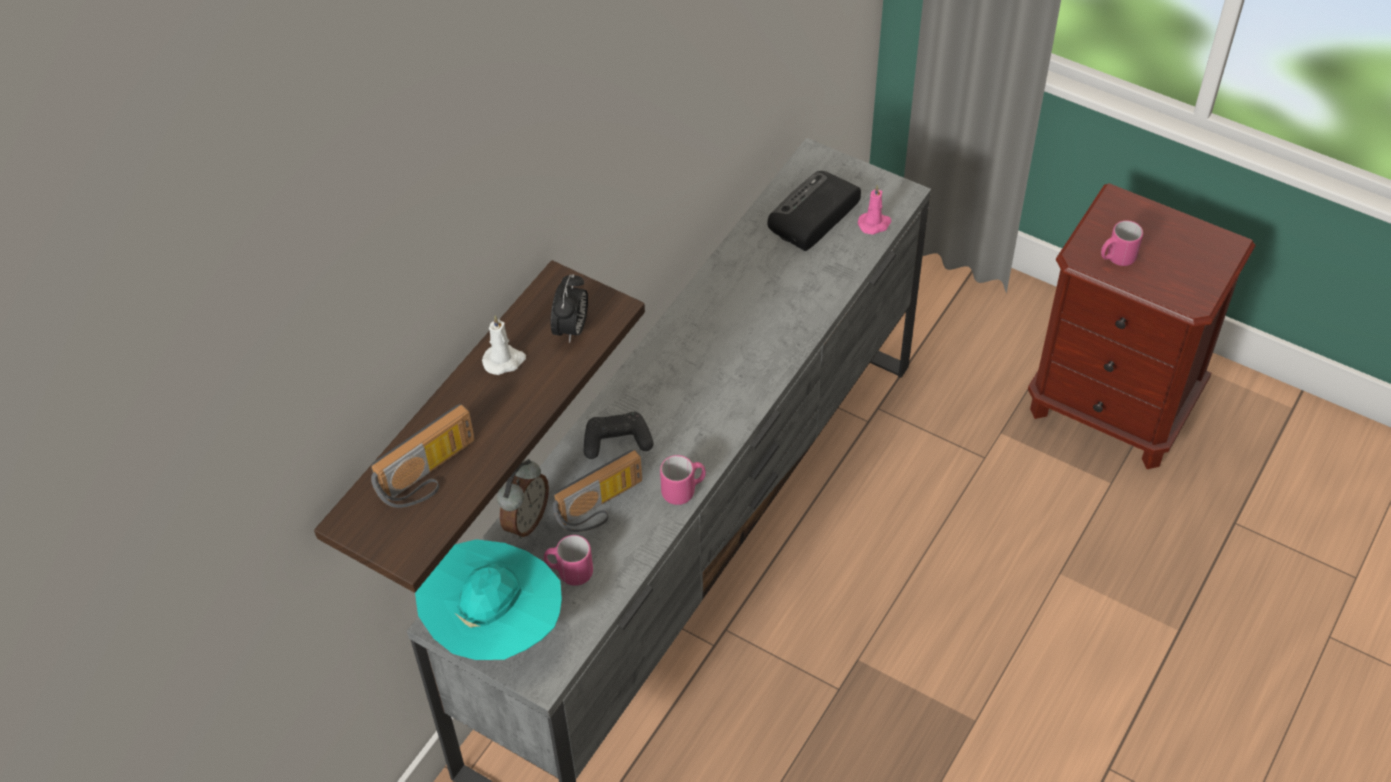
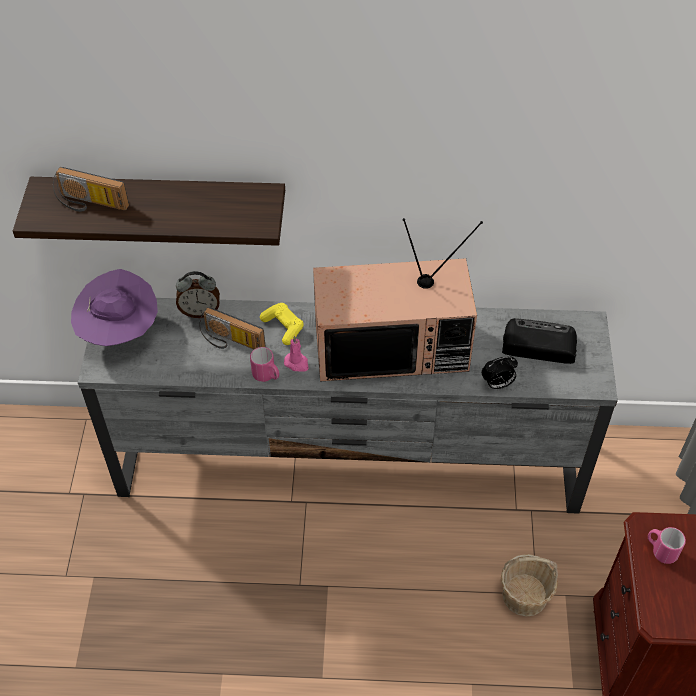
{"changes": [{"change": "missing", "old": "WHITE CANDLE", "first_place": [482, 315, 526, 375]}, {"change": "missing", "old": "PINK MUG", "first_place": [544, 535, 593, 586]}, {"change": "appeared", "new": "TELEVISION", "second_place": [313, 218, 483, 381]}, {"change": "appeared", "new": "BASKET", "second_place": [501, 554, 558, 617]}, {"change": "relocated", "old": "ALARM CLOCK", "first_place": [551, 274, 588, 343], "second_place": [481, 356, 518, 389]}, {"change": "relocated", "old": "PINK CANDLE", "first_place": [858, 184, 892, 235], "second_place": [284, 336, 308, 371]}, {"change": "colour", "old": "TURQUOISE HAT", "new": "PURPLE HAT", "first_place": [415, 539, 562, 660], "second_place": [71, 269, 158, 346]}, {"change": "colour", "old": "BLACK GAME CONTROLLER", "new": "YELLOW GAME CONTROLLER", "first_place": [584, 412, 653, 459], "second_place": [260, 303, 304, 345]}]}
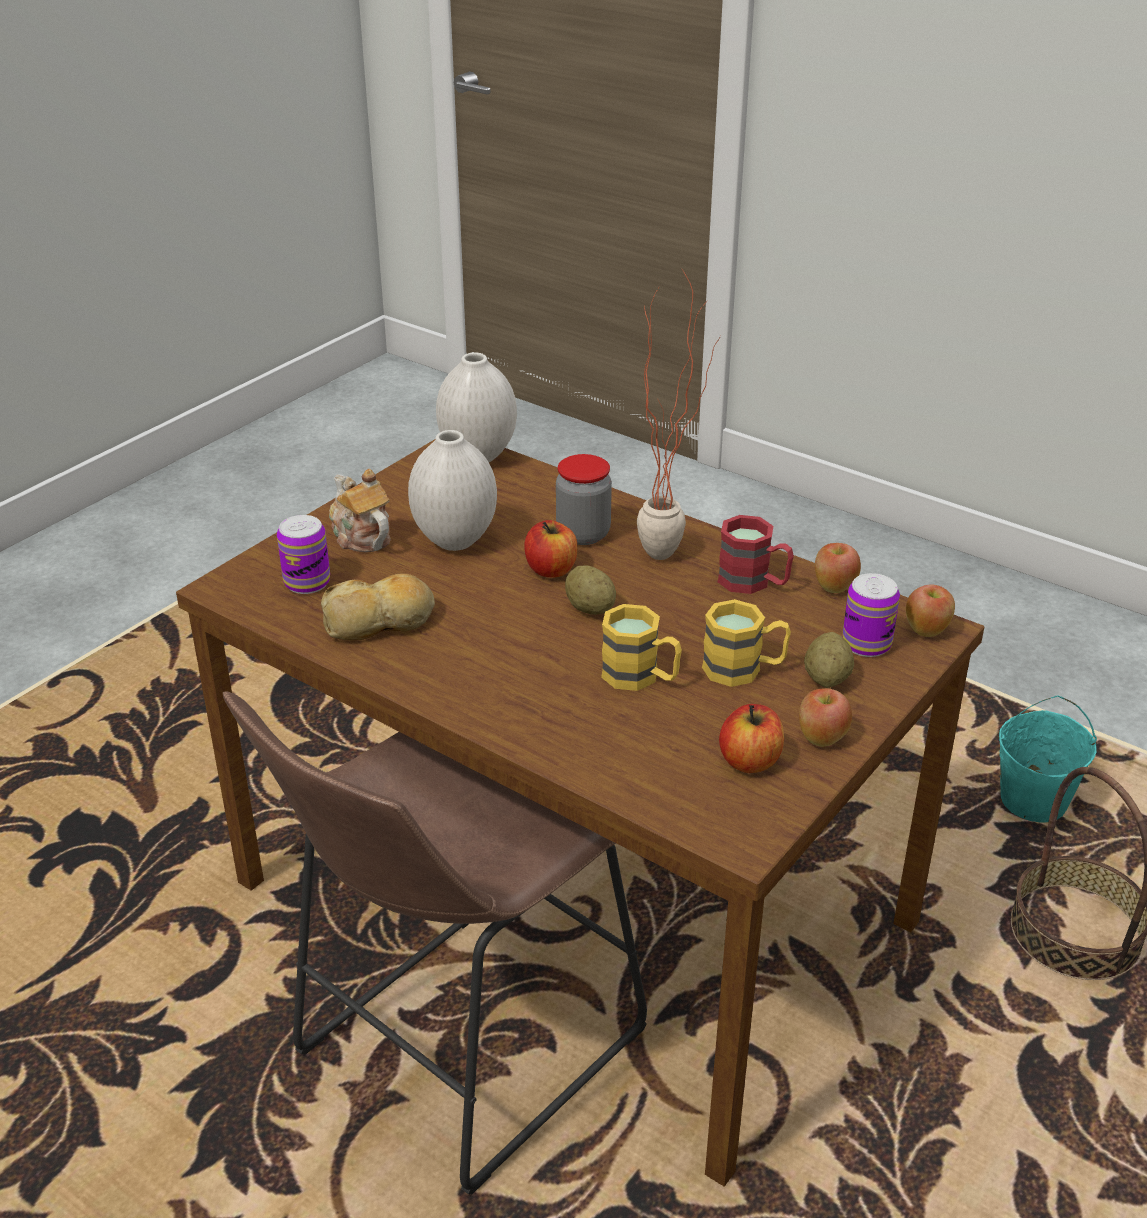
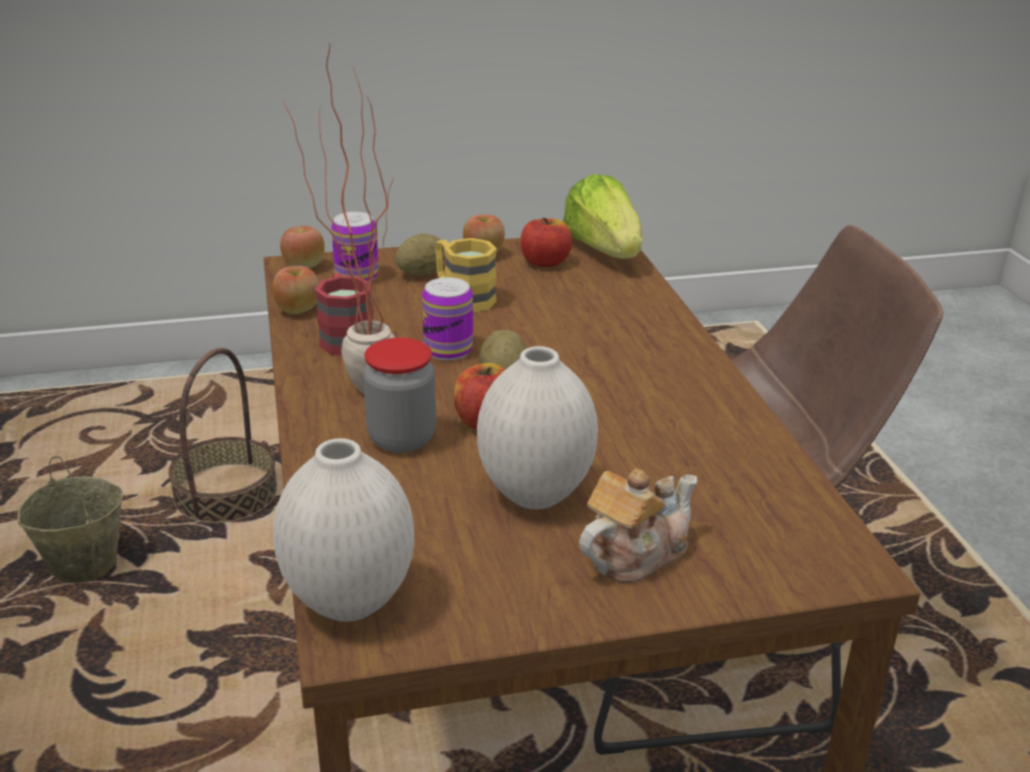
{"changes": [{"change": "missing", "old": "BREAD", "first_place": [321, 574, 435, 641]}, {"change": "missing", "old": "YELLOW MUG", "first_place": [601, 604, 682, 691]}, {"change": "appeared", "new": "LETTUCE", "second_place": [563, 174, 642, 259]}, {"change": "relocated", "old": "CAN", "first_place": [277, 515, 330, 594], "second_place": [422, 277, 473, 360]}, {"change": "colour", "old": "TURQUOISE BUCKET", "new": "BEIGE BUCKET", "first_place": [999, 695, 1097, 822], "second_place": [18, 456, 124, 583]}, {"change": "spun", "old": "TEAPOT", "first_place": [329, 469, 391, 552], "second_place": [579, 469, 698, 583], "degrees": -135}]}
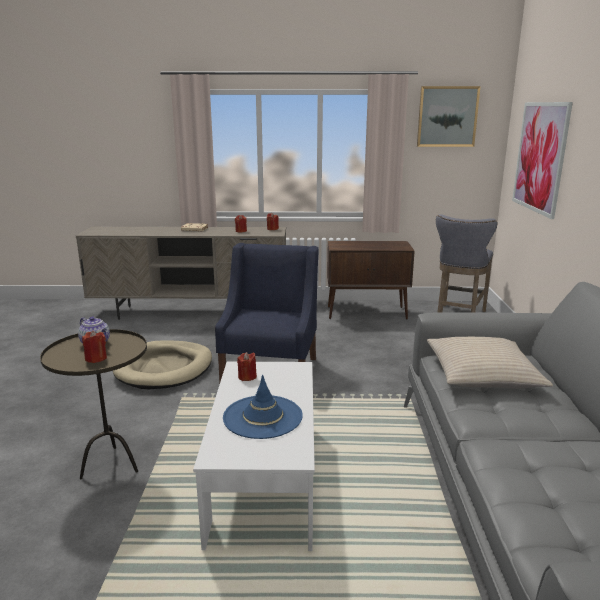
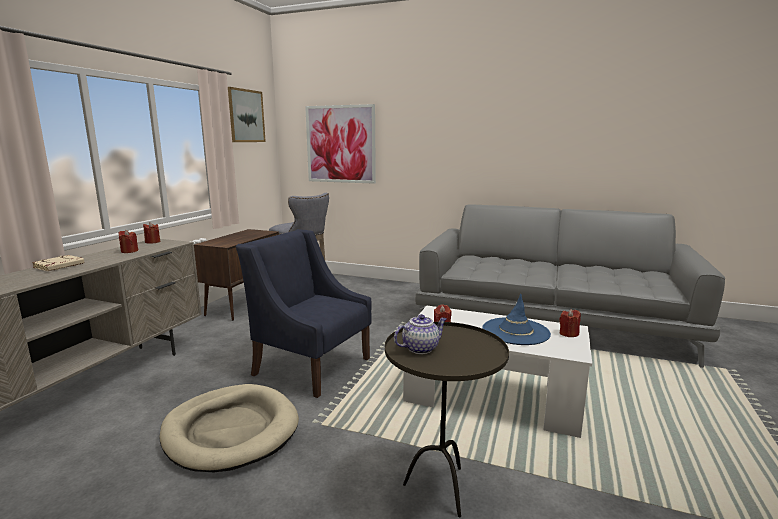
{"changes": [{"change": "missing", "old": "BEIGE PILLOW", "first_place": [427, 337, 553, 389]}, {"change": "relocated", "old": "RED CANDLE", "first_place": [82, 330, 107, 363], "second_place": [559, 309, 581, 337]}]}
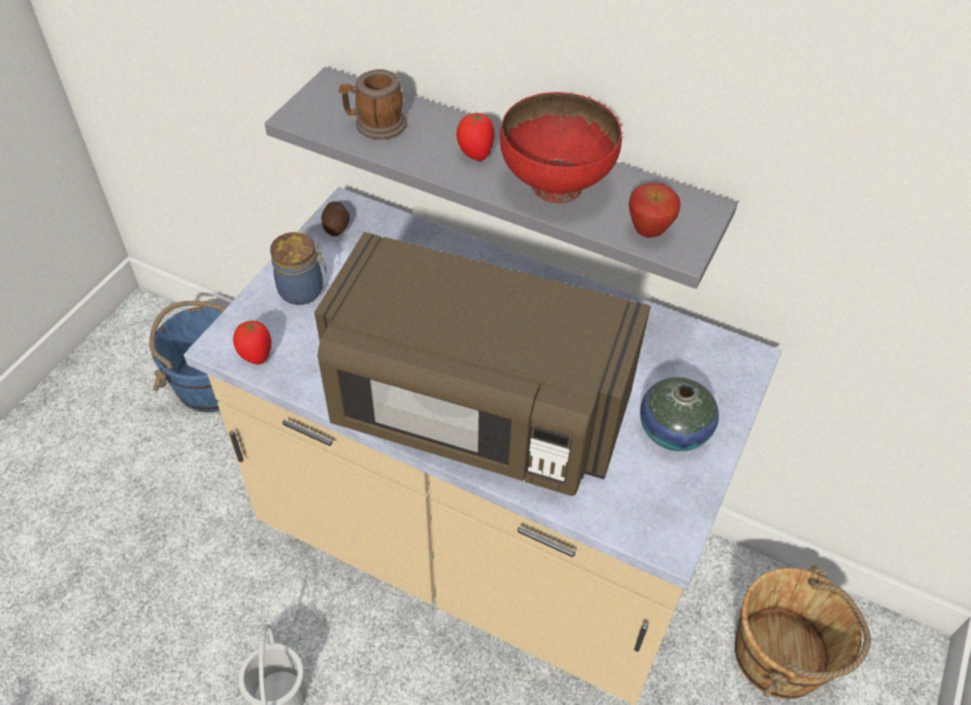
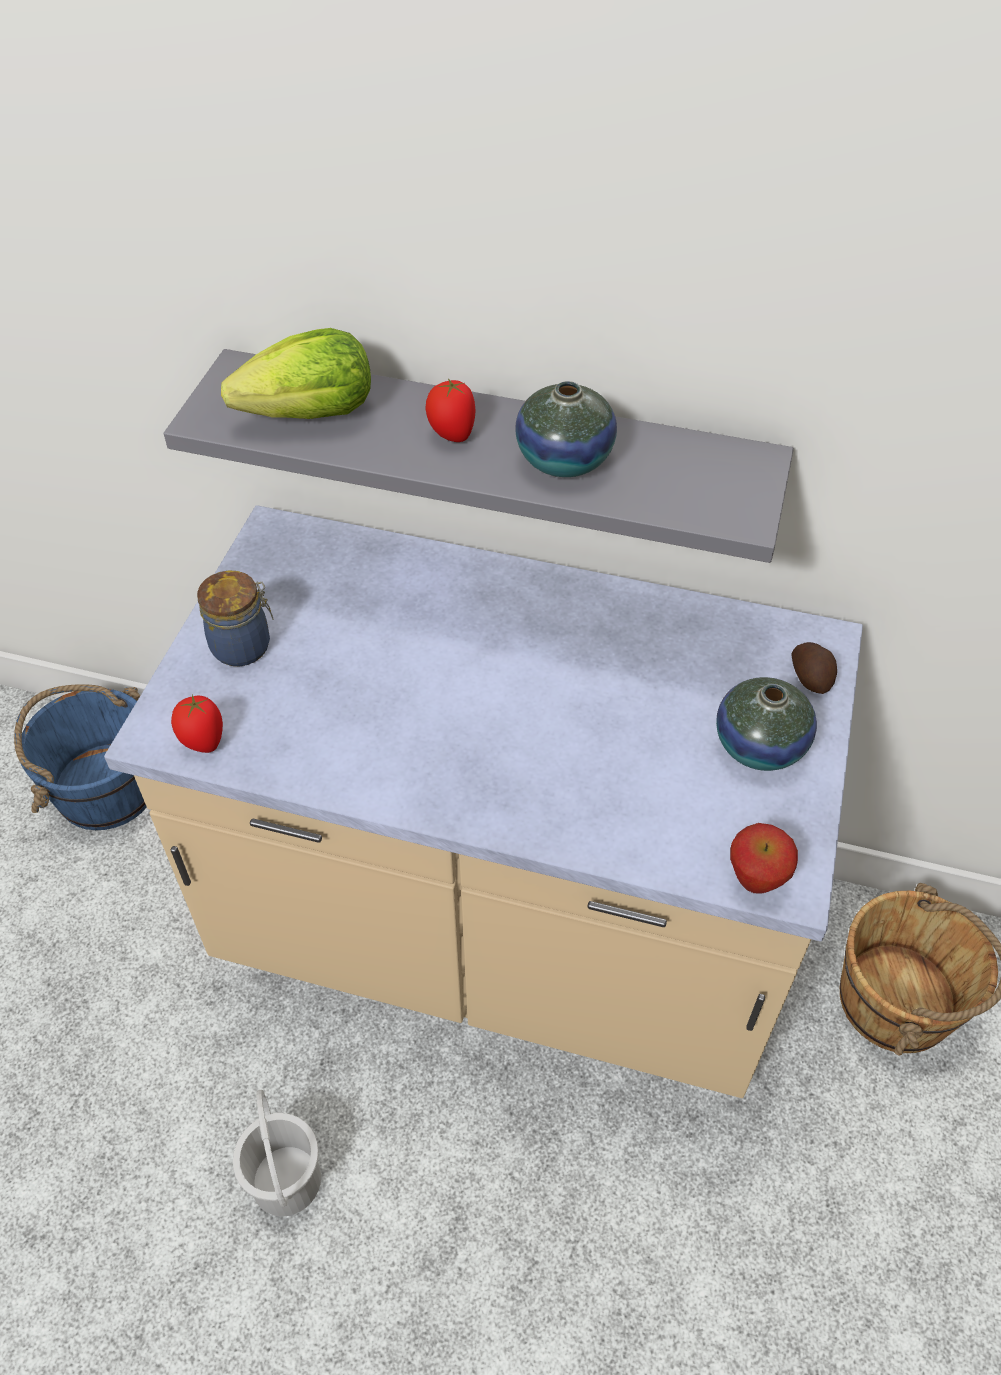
{"changes": [{"change": "missing", "old": "BROWN MICROWAVE", "first_place": [314, 232, 651, 496]}, {"change": "relocated", "old": "POTATO", "first_place": [321, 201, 350, 236], "second_place": [791, 642, 837, 694]}, {"change": "relocated", "old": "APPLE", "first_place": [629, 183, 681, 238], "second_place": [730, 823, 798, 894]}, {"change": "exchanged", "old": "MUG", "new": "LETTUCE", "first_place": [339, 69, 407, 140], "second_place": [221, 328, 371, 419]}, {"change": "exchanged", "old": "RED BOWL", "new": "VASE", "first_place": [500, 92, 622, 203], "second_place": [515, 381, 617, 477]}]}
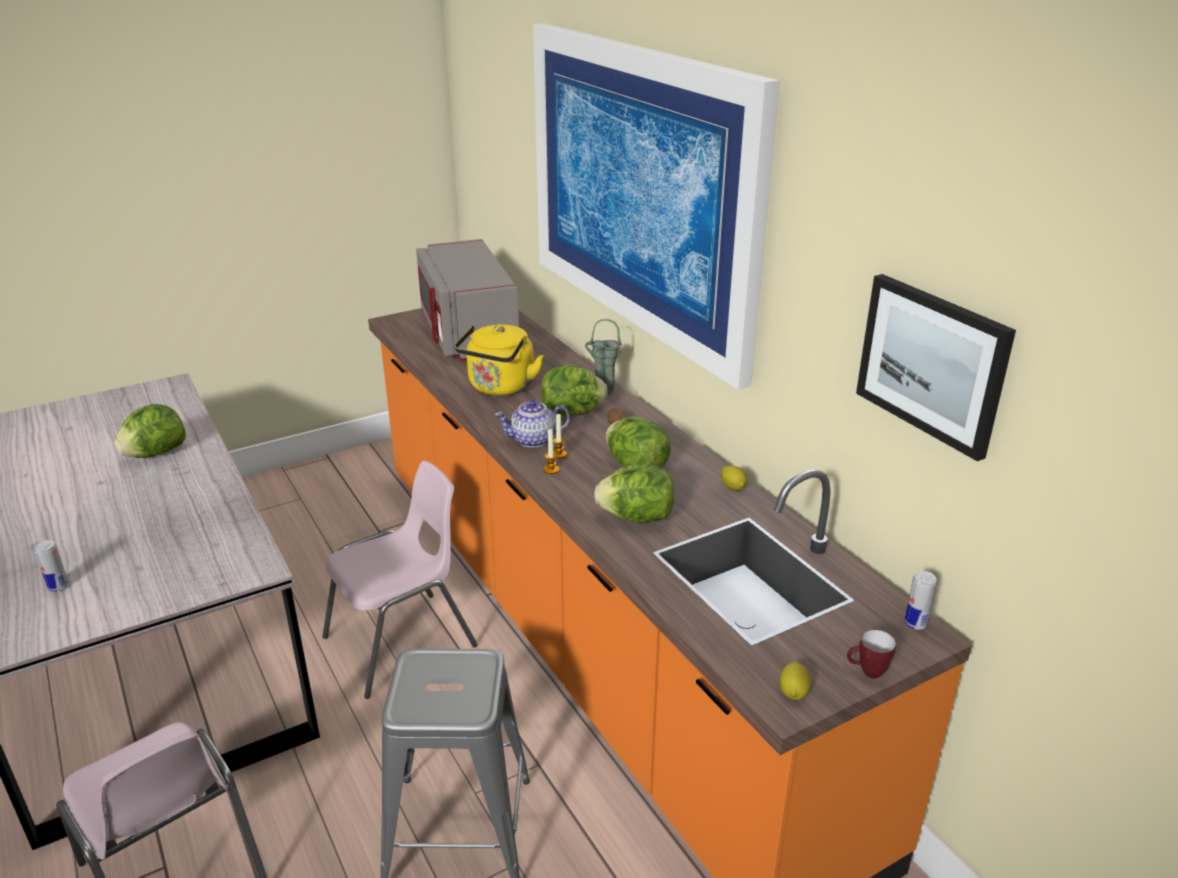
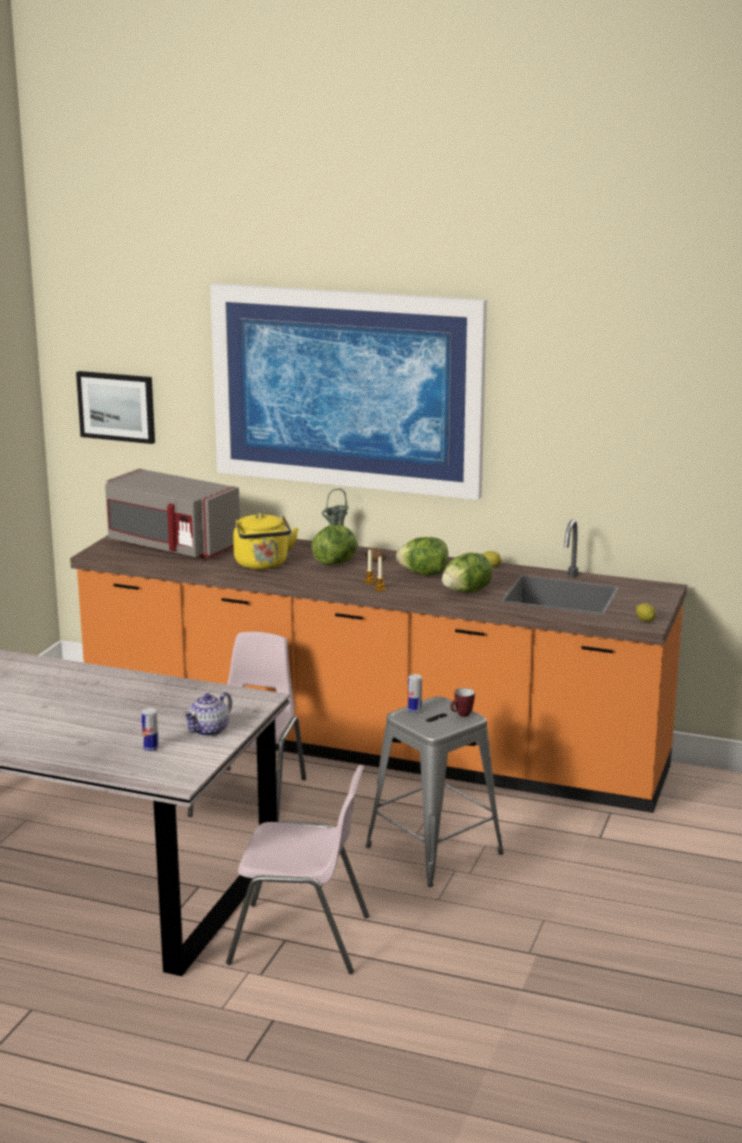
{"changes": [{"change": "missing", "old": "LETTUCE", "first_place": [114, 404, 186, 458]}, {"change": "relocated", "old": "TEAPOT", "first_place": [495, 400, 570, 448], "second_place": [183, 692, 232, 737]}, {"change": "relocated", "old": "MUG", "first_place": [847, 630, 896, 679], "second_place": [450, 688, 475, 717]}, {"change": "relocated", "old": "PICTURE", "first_place": [856, 274, 1016, 461], "second_place": [76, 371, 155, 444]}, {"change": "relocated", "old": "CAN", "first_place": [904, 571, 937, 630], "second_place": [408, 674, 422, 713]}]}
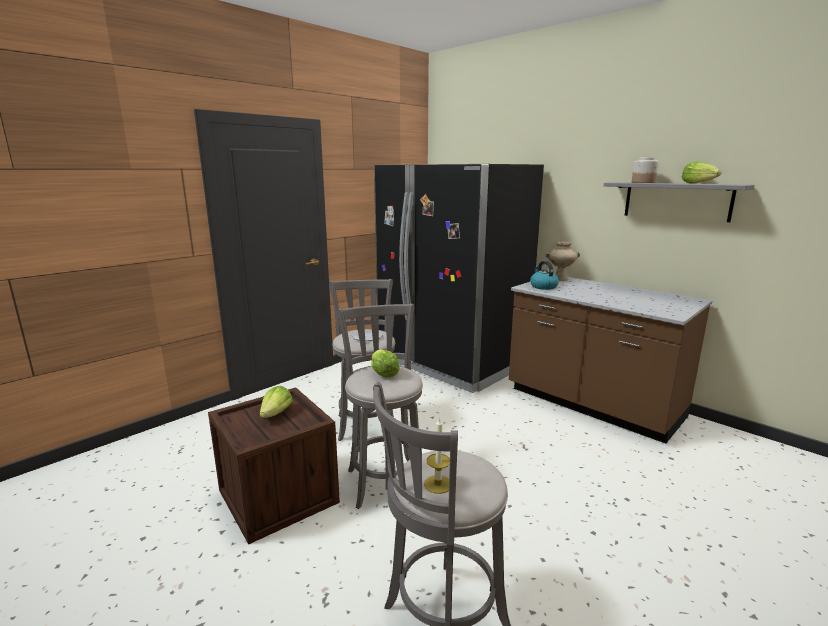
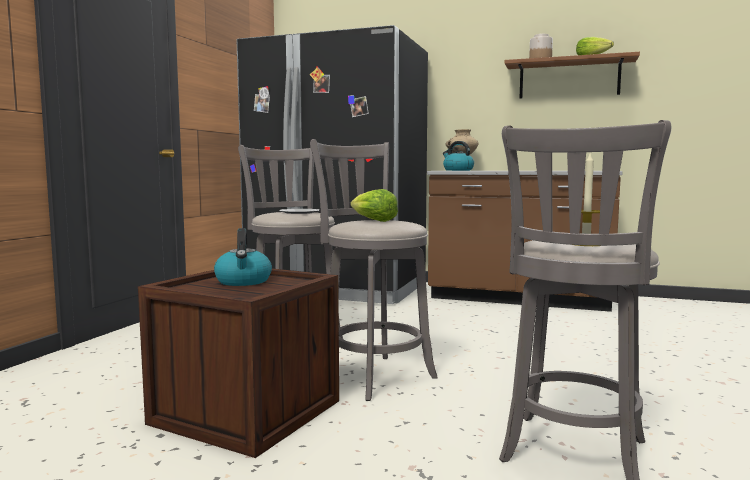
{"changes": [{"change": "exchanged", "old": "LETTUCE", "new": "KETTLE", "first_place": [259, 386, 293, 418], "second_place": [214, 228, 272, 286]}, {"change": "colour", "old": "GREY SHELF", "new": "BROWN SHELF", "first_place": [604, 182, 755, 222], "second_place": [504, 52, 640, 99]}]}
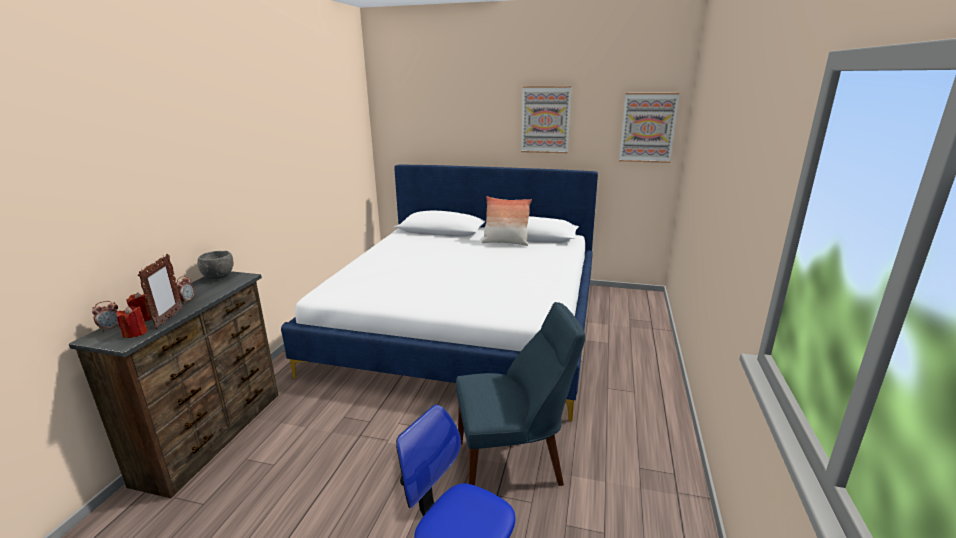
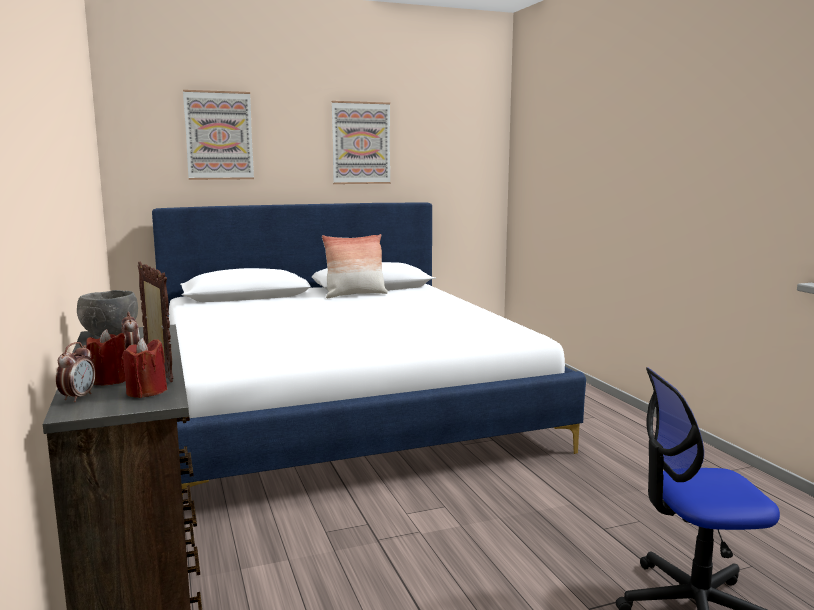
{"changes": [{"change": "missing", "old": "BLUE CHAIR", "first_place": [456, 302, 585, 486]}, {"change": "relocated", "old": "PICTURE", "first_place": [619, 93, 679, 163], "second_place": [183, 90, 254, 180]}]}
